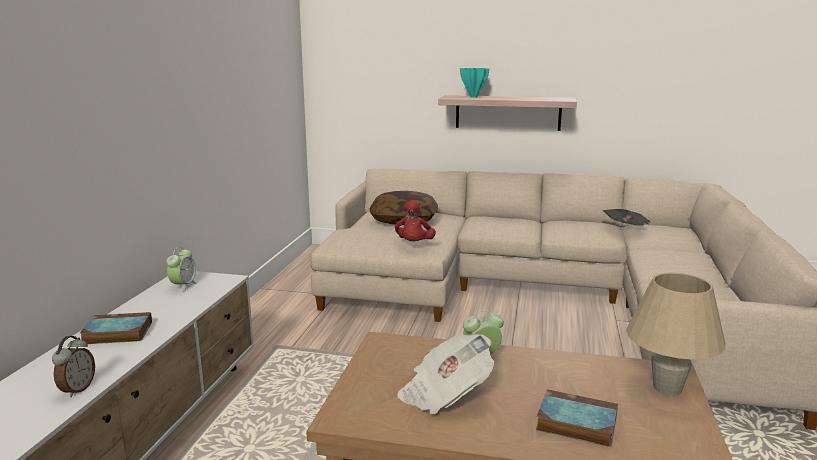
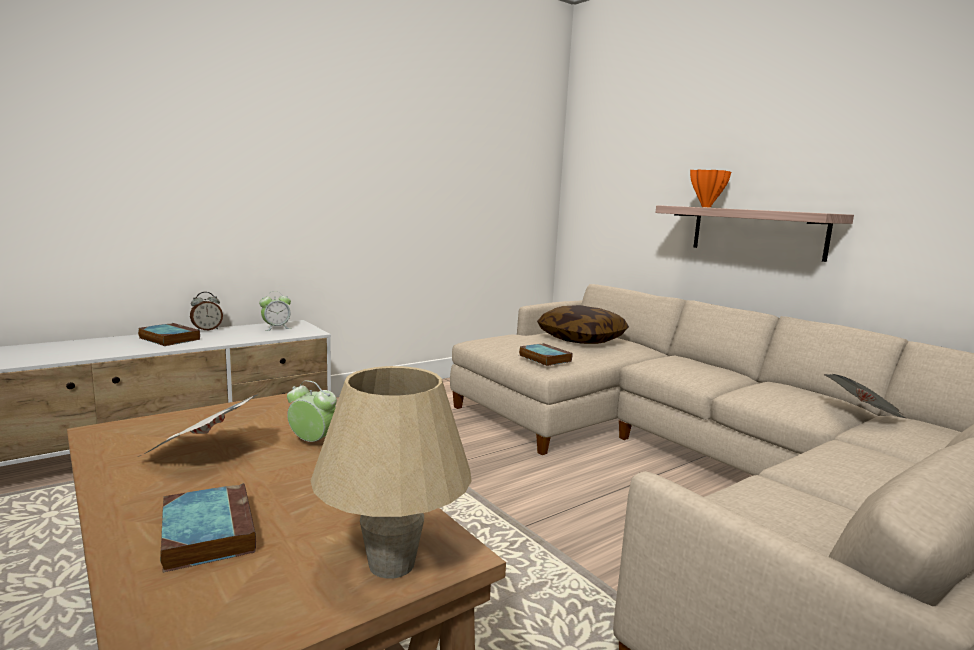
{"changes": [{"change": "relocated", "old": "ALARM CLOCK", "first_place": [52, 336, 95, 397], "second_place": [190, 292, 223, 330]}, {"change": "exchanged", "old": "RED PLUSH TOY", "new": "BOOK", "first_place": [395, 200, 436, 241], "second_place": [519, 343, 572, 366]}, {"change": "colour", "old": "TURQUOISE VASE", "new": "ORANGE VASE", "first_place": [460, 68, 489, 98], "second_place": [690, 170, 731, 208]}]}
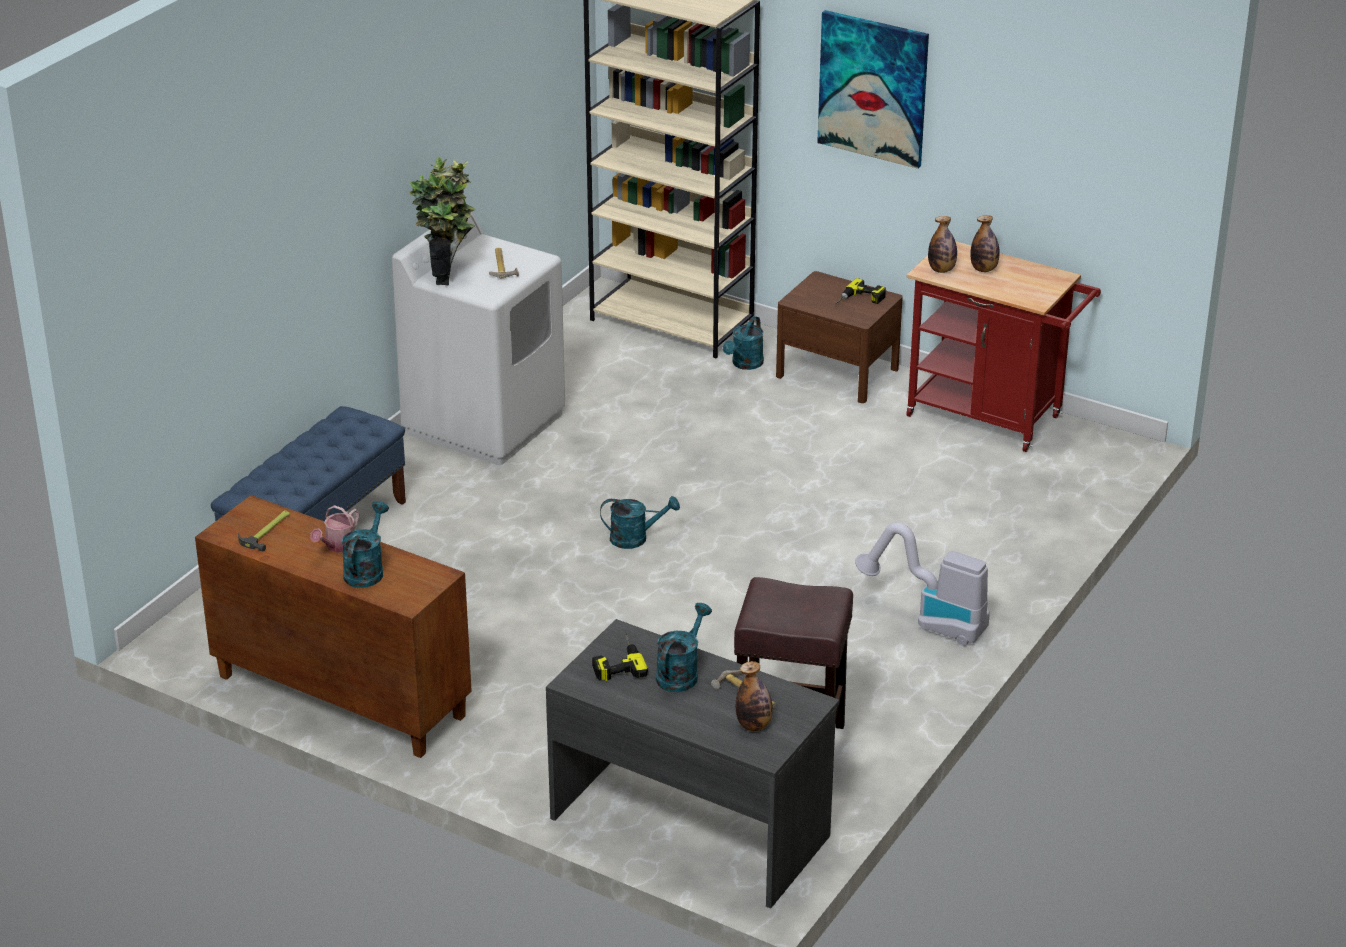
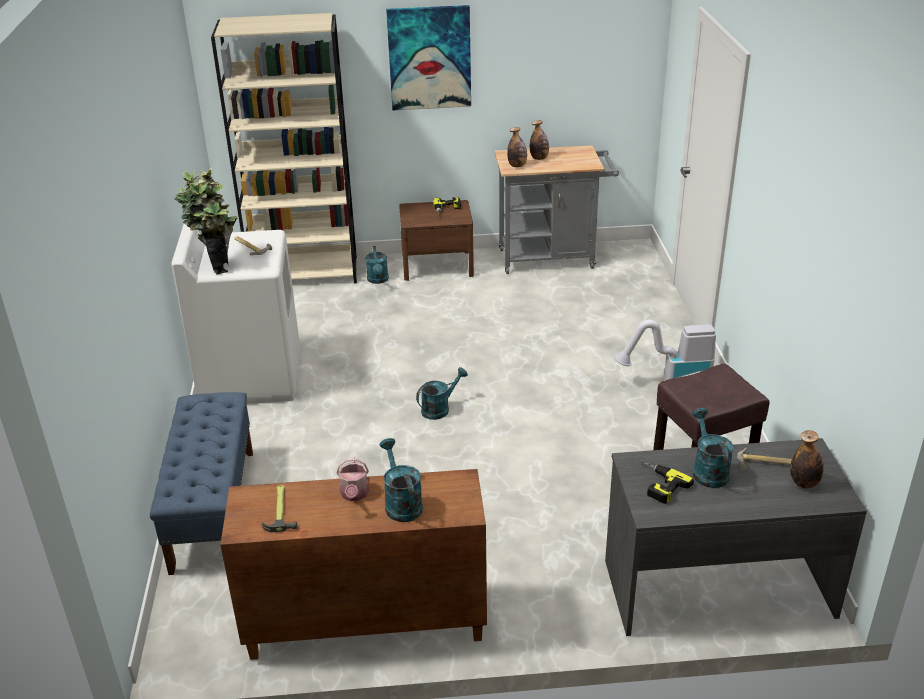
{"changes": [{"change": "colour", "old": "RED CART", "new": "GREY CART", "first_place": [906, 241, 1101, 452], "second_place": [494, 145, 619, 274]}]}
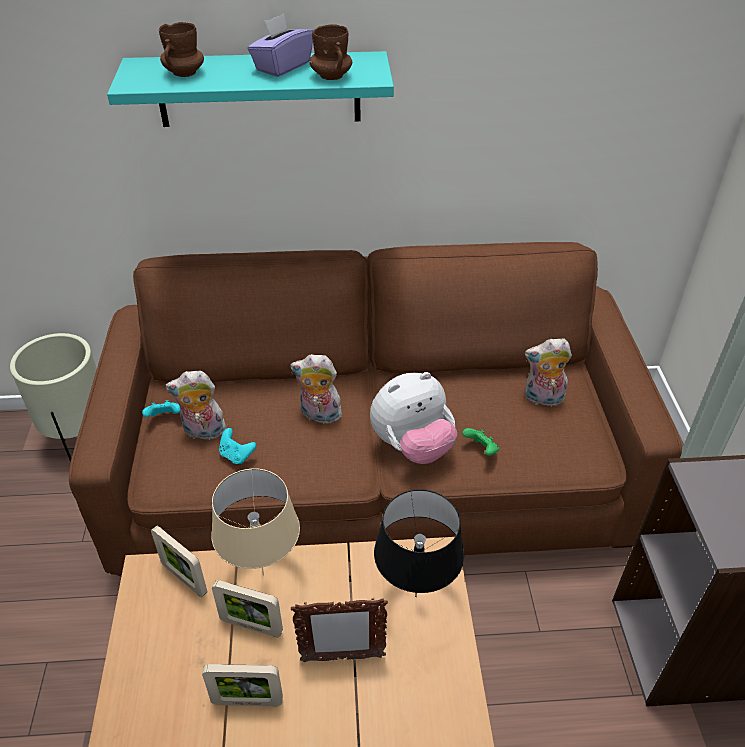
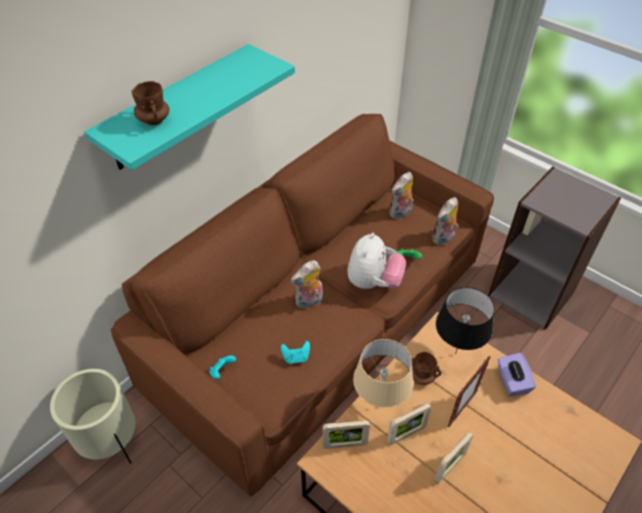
{"changes": [{"change": "relocated", "old": "PLUSH TOY", "first_place": [166, 370, 228, 443], "second_place": [432, 197, 459, 246]}, {"change": "relocated", "old": "PURPLE TISSUE BOX", "first_place": [248, 13, 313, 77], "second_place": [498, 352, 536, 396]}, {"change": "relocated", "old": "BROWN MUG", "first_place": [309, 24, 352, 80], "second_place": [408, 352, 441, 385]}]}
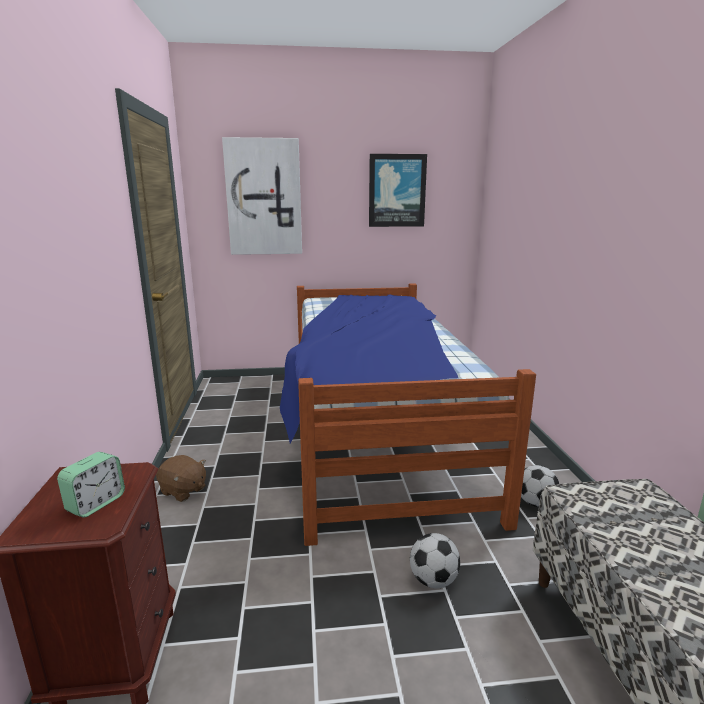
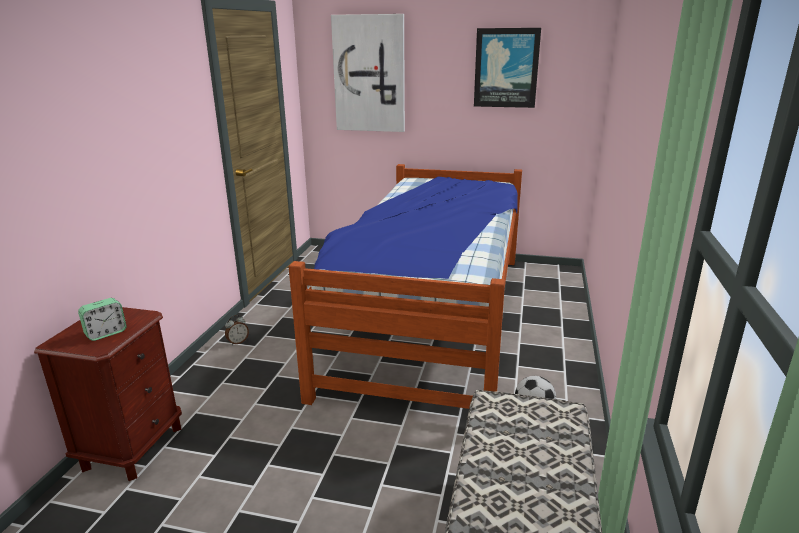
{"changes": [{"change": "missing", "old": "FOOTBALL", "first_place": [410, 533, 460, 588]}, {"change": "exchanged", "old": "BROWN PLUSH TOY", "new": "ALARM CLOCK", "first_place": [156, 455, 206, 502], "second_place": [225, 315, 249, 345]}]}
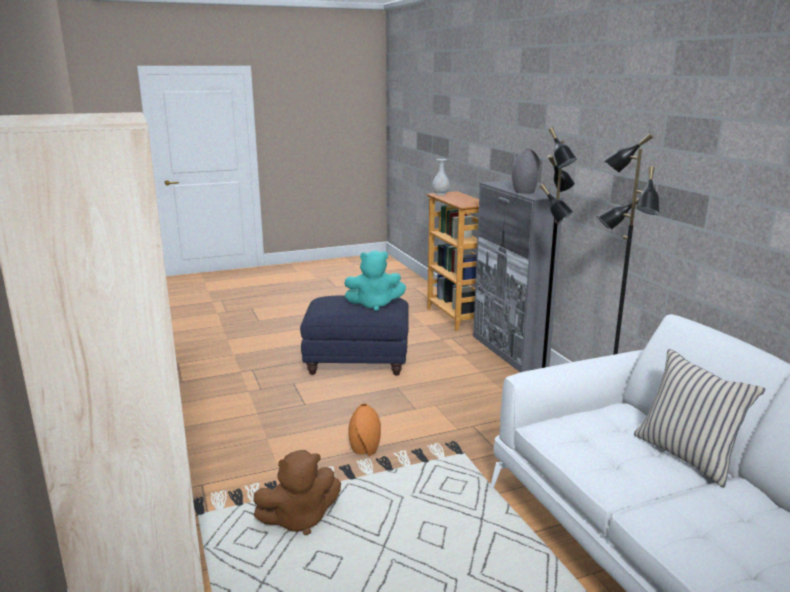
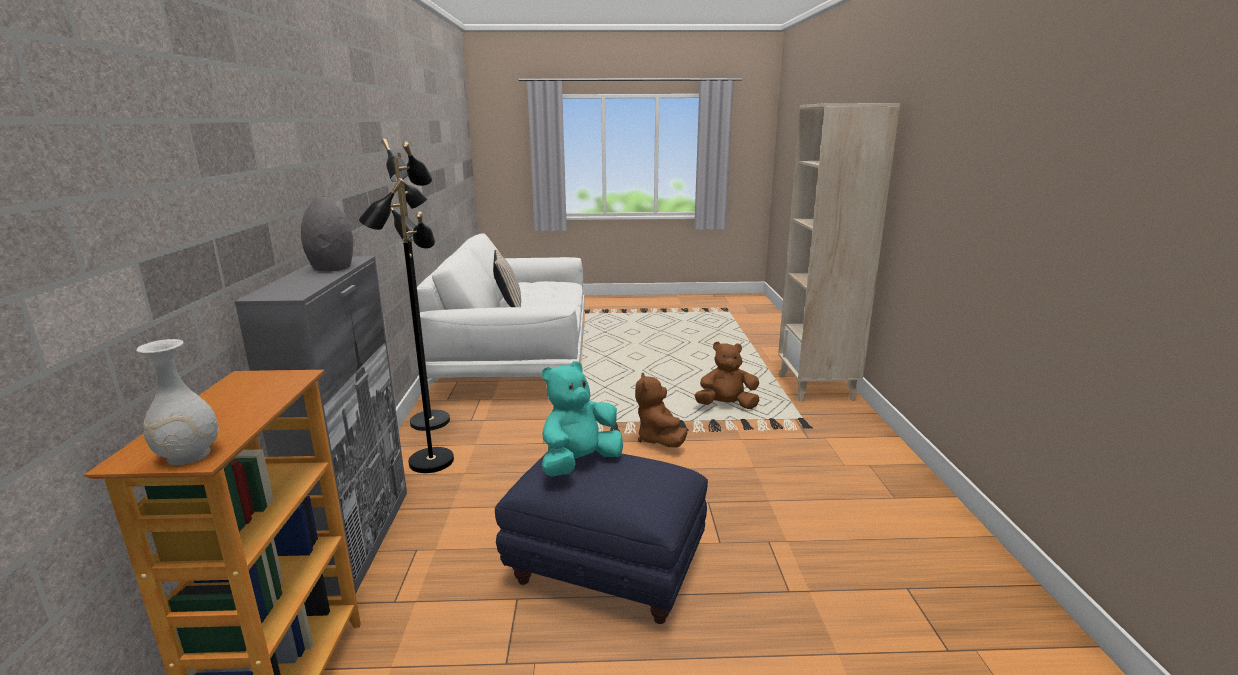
{"changes": [{"change": "exchanged", "old": "ORANGE VASE", "new": "BROWN PLUSH TOY", "first_place": [348, 403, 381, 456], "second_place": [635, 373, 687, 448]}, {"change": "spun", "old": "TURQUOISE PLUSH TOY", "first_place": [344, 251, 406, 311], "second_place": [542, 361, 623, 477], "degrees": -60}]}
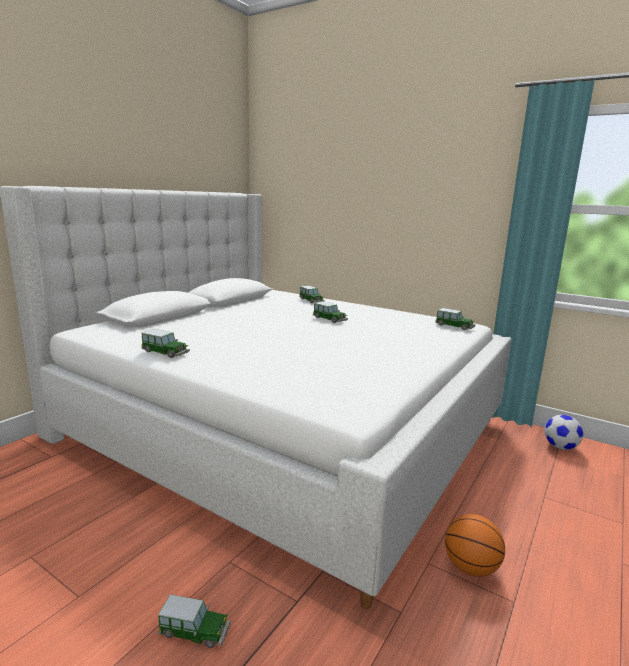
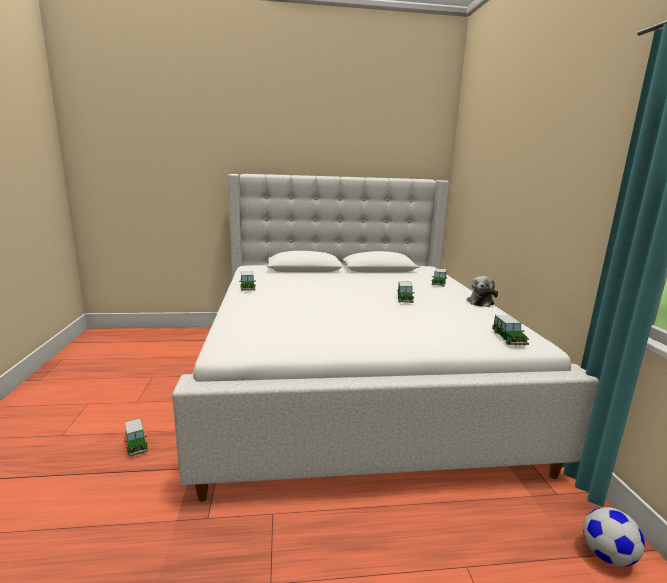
{"changes": [{"change": "missing", "old": "BASKETBALL", "first_place": [445, 514, 505, 577]}, {"change": "appeared", "new": "PLUSH TOY", "second_place": [466, 276, 498, 307]}]}
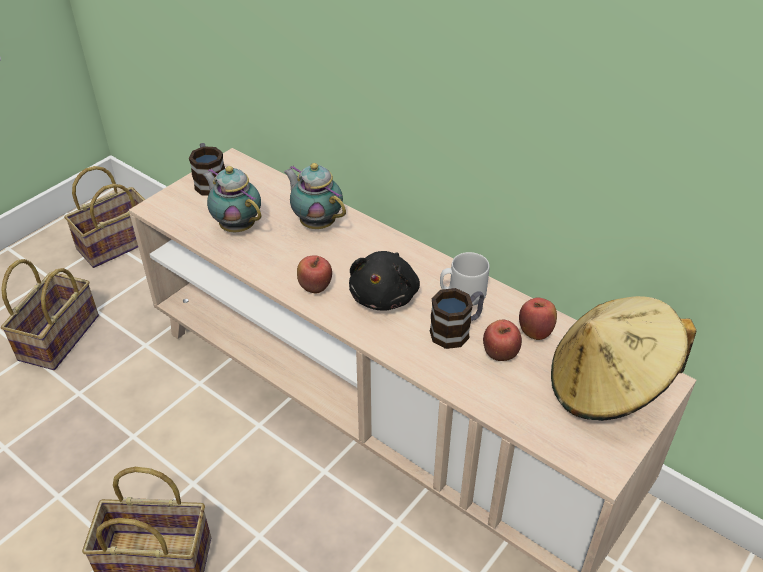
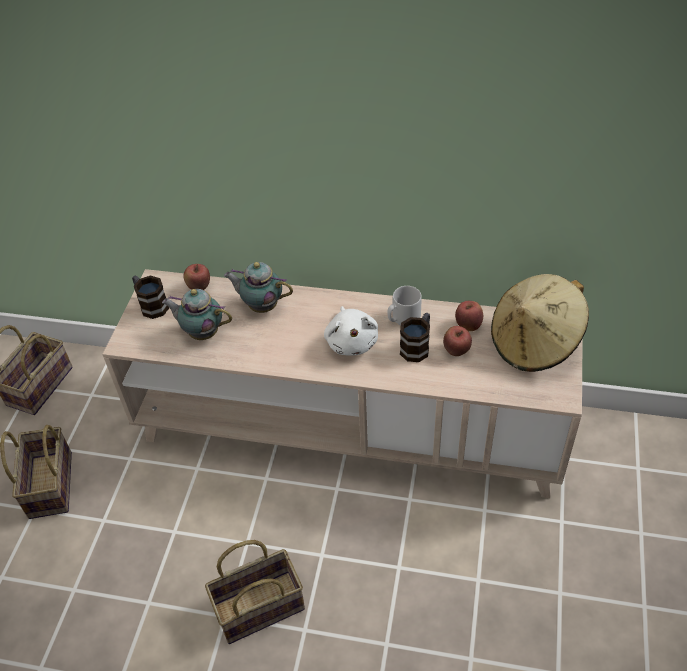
{"changes": [{"change": "relocated", "old": "APPLE", "first_place": [297, 255, 332, 293], "second_place": [183, 264, 210, 290]}, {"change": "colour", "old": "BLACK PLUSH TOY", "new": "WHITE PLUSH TOY", "first_place": [349, 251, 420, 311], "second_place": [324, 306, 378, 356]}]}
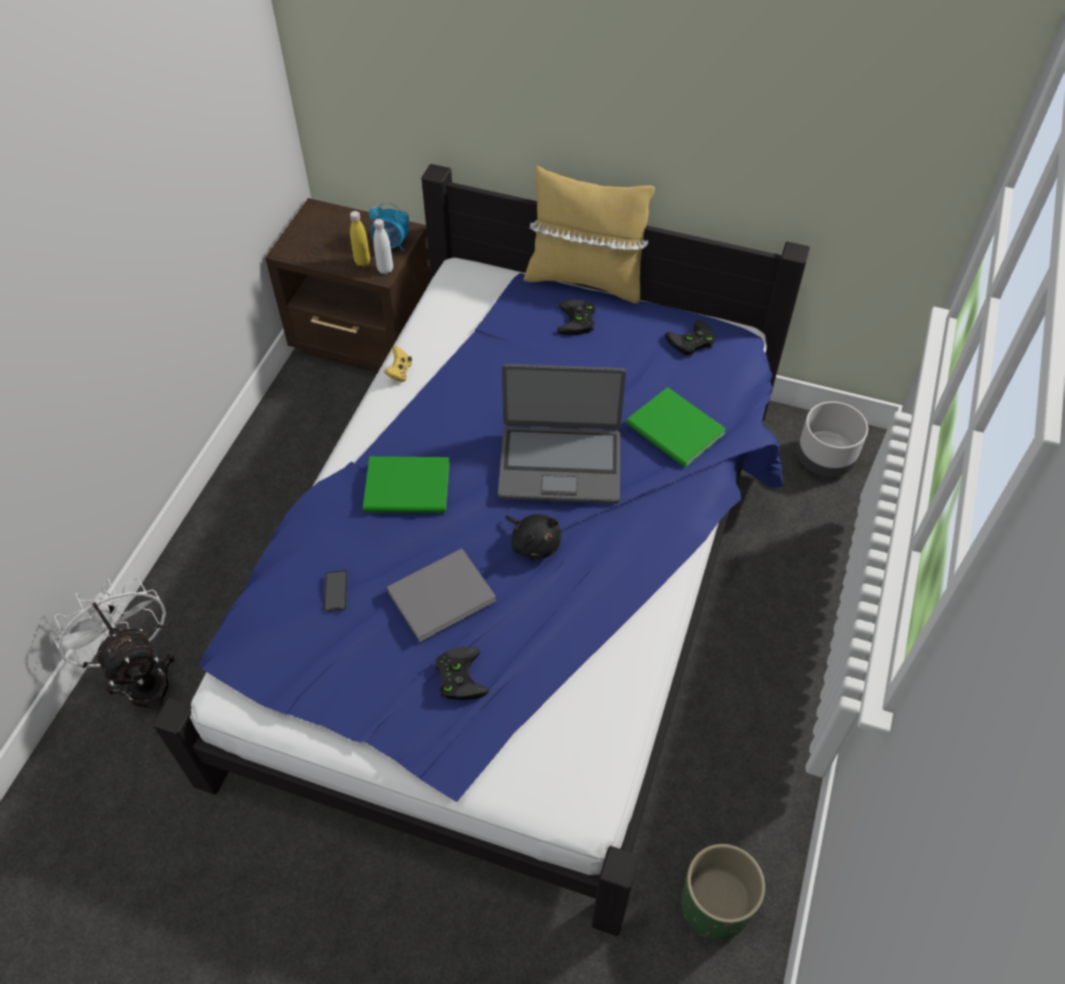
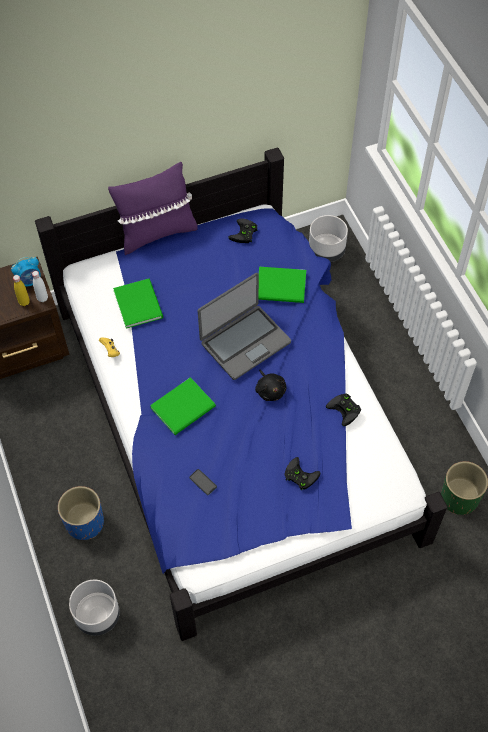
{"changes": [{"change": "missing", "old": "GREY BOOK", "first_place": [386, 548, 496, 642]}, {"change": "appeared", "new": "BLUE PLANTER", "second_place": [58, 486, 104, 540]}, {"change": "appeared", "new": "GREEN BOOK", "second_place": [113, 279, 163, 328]}, {"change": "relocated", "old": "BLACK GAME CONTROLLER", "first_place": [557, 300, 595, 335], "second_place": [326, 394, 361, 426]}, {"change": "exchanged", "old": "WHITE FAN", "new": "GREY PLANTER", "first_place": [53, 578, 175, 715], "second_place": [69, 580, 120, 636]}, {"change": "colour", "old": "YELLOW PILLOW", "new": "PURPLE PILLOW", "first_place": [524, 166, 655, 304], "second_place": [108, 162, 198, 255]}, {"change": "spun", "old": "BLACK PLUSH TOY", "first_place": [505, 514, 561, 560], "second_place": [255, 369, 286, 401], "degrees": 60}]}
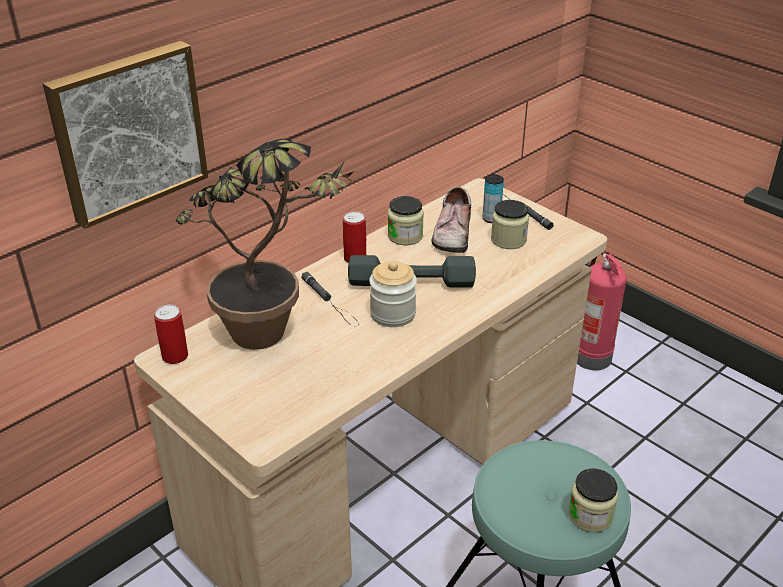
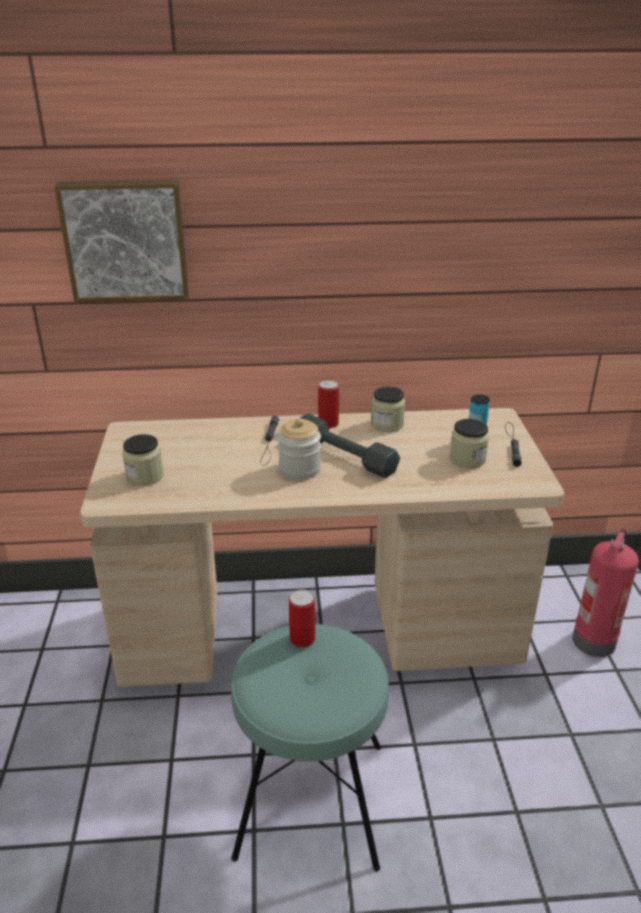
{"changes": [{"change": "missing", "old": "POTTED PLANT", "first_place": [175, 139, 354, 350]}, {"change": "missing", "old": "SHOE", "first_place": [431, 186, 471, 253]}, {"change": "relocated", "old": "CAN", "first_place": [154, 305, 188, 364], "second_place": [289, 589, 315, 648]}, {"change": "relocated", "old": "JAR", "first_place": [568, 468, 618, 532], "second_place": [122, 434, 164, 486]}]}
